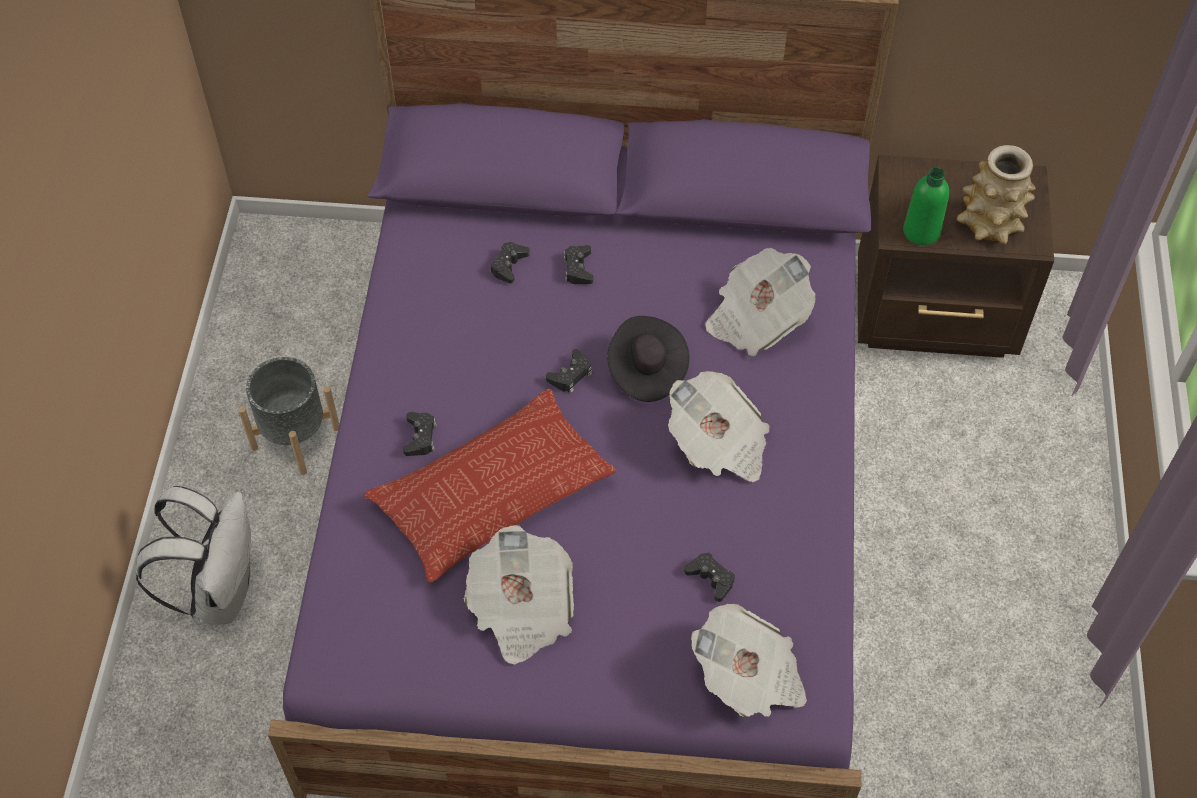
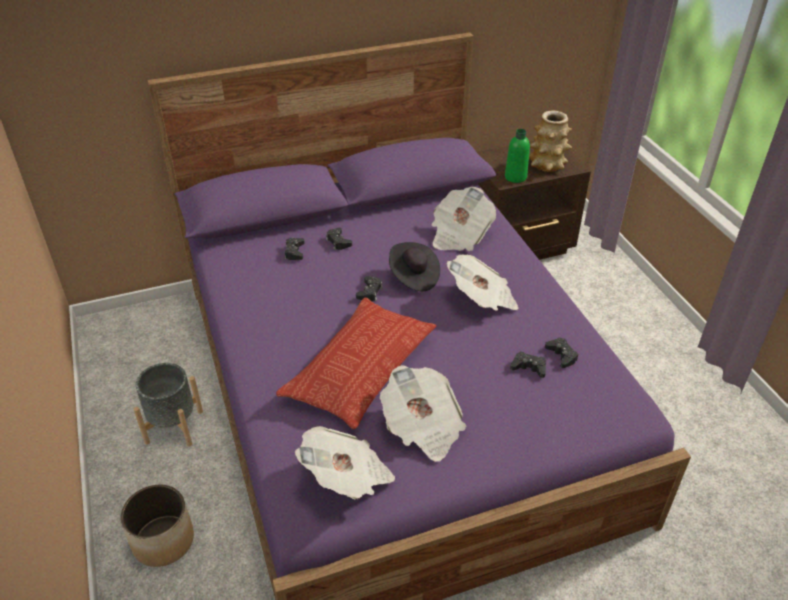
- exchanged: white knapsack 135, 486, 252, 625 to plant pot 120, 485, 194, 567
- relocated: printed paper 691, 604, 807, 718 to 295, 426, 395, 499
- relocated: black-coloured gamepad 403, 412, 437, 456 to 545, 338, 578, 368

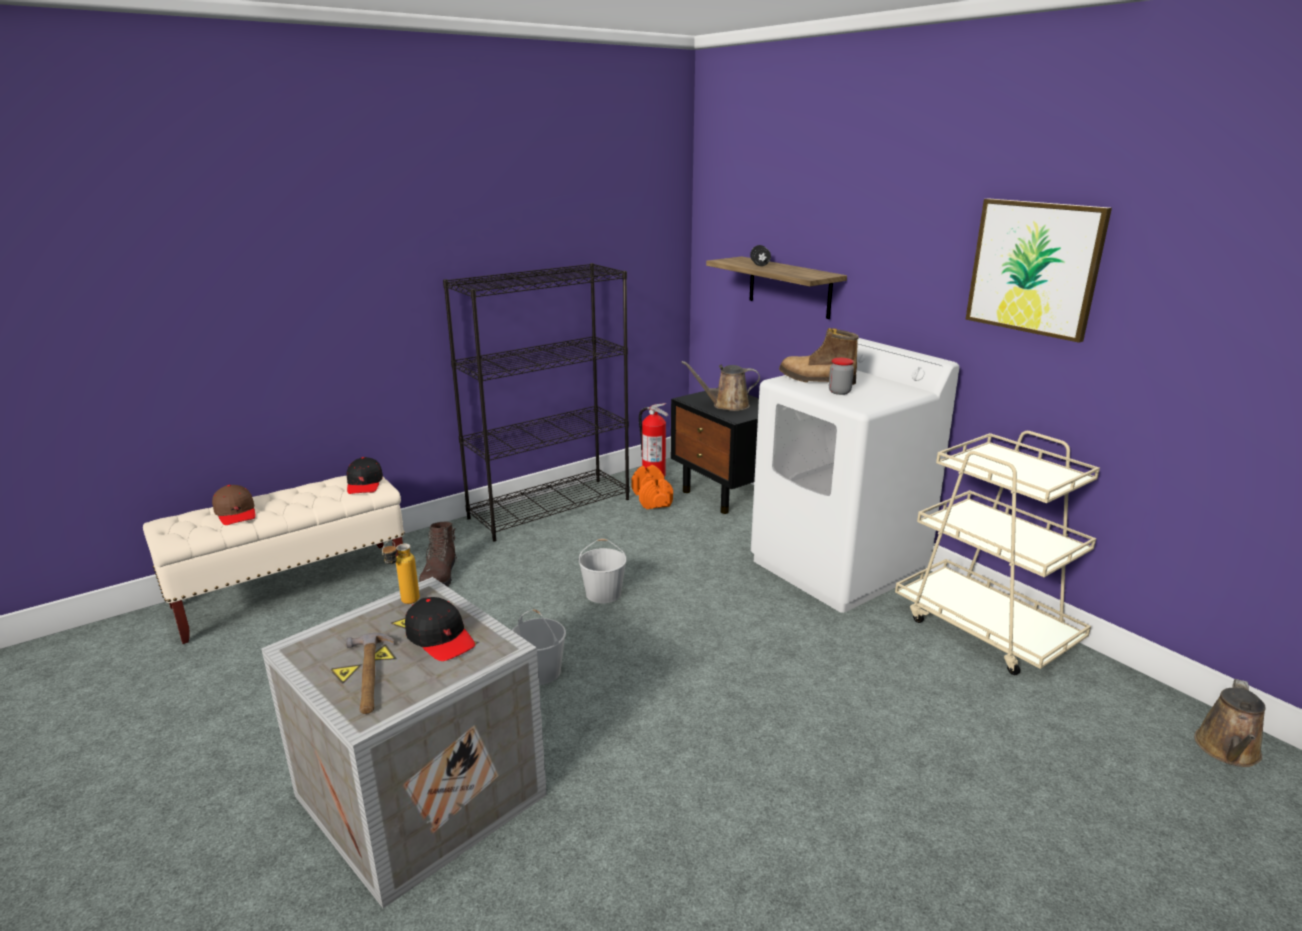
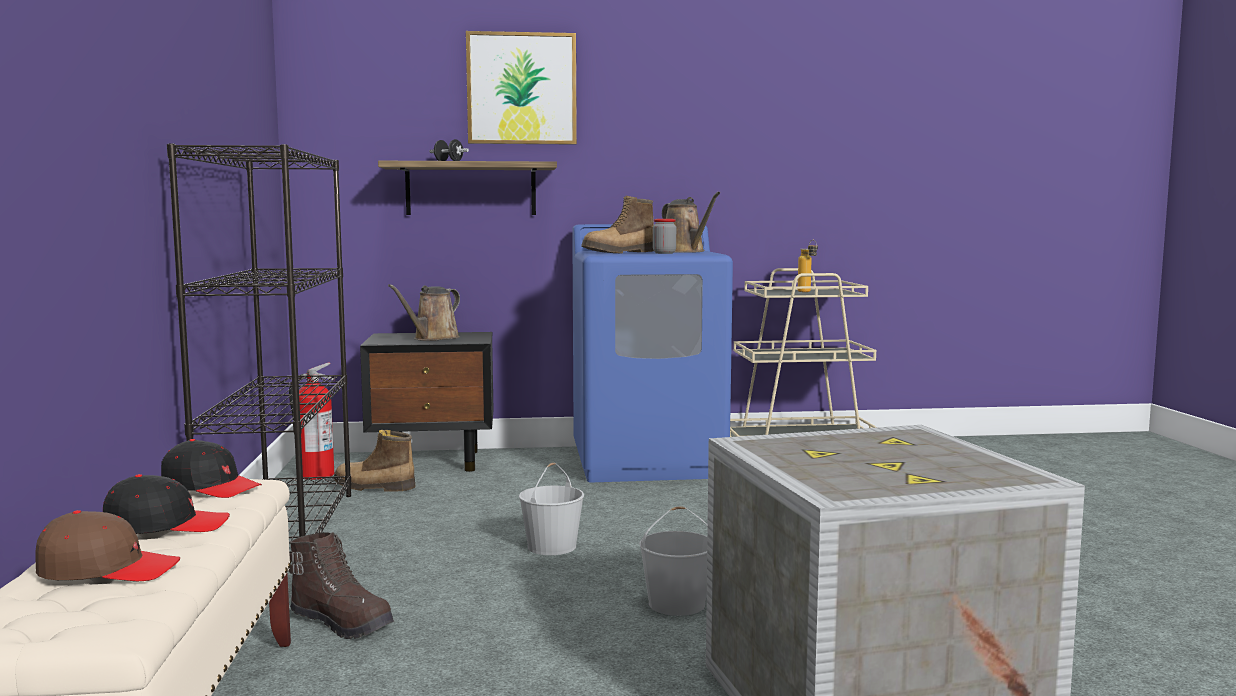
- relocated: black-coloured cap 405, 597, 475, 661 to 103, 474, 230, 534
- exchanged: orangey hand weight 631, 465, 673, 509 to tall boot 333, 430, 416, 492
- relocated: wall picture 965, 198, 1112, 343 to 466, 31, 577, 144
- colour: white laundry appliance 751, 338, 959, 613 to blue-coloured laundry appliance 572, 224, 733, 482
- relocated: brown-coloured sprinkling can 1194, 679, 1266, 767 to 662, 191, 720, 253
- relocated: drink bottle 382, 541, 420, 604 to 798, 240, 818, 292
- missing: tool hammer 346, 633, 394, 714

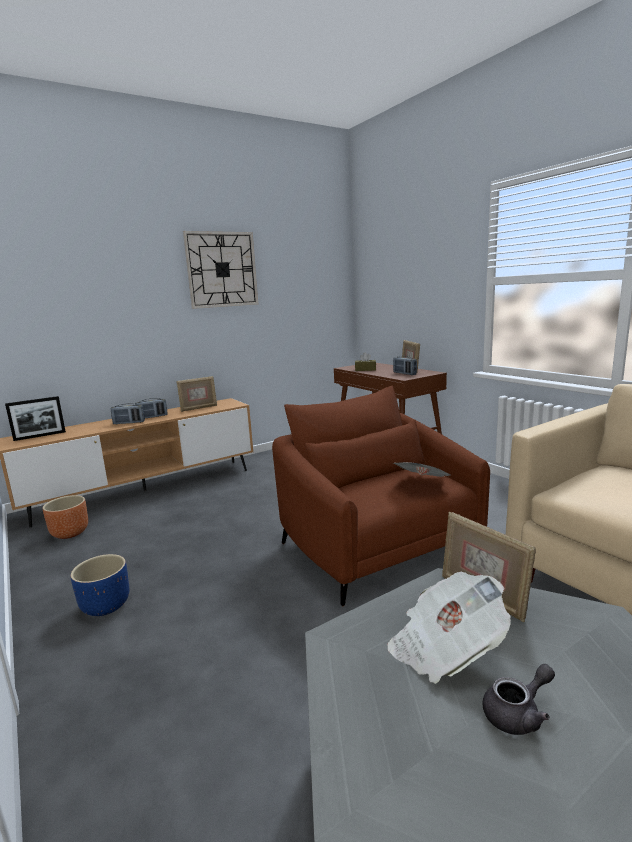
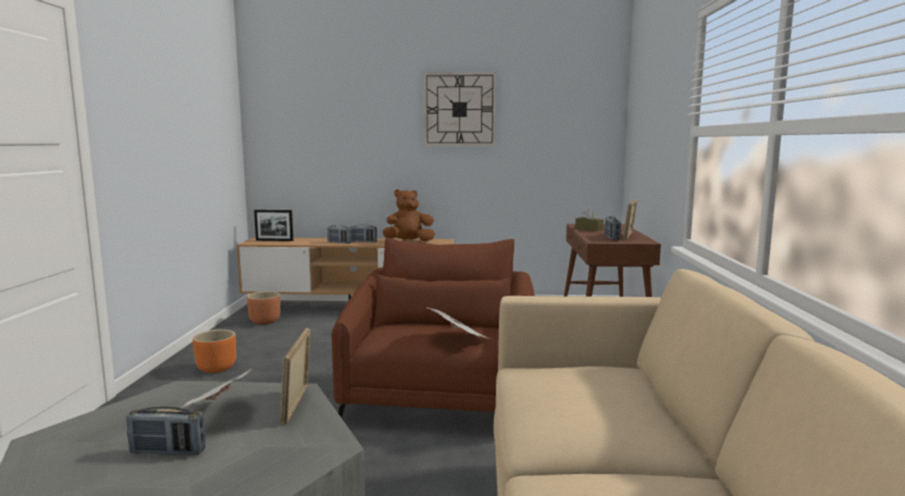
- exchanged: gray pot for tea 483, 664, 555, 735 to radio 126, 406, 206, 456
- colour: blue-coloured plant pot 71, 554, 129, 616 to orangey plant pot 193, 329, 236, 373
- exchanged: photo frame 177, 376, 217, 412 to brown-coloured plush toy 383, 189, 435, 241

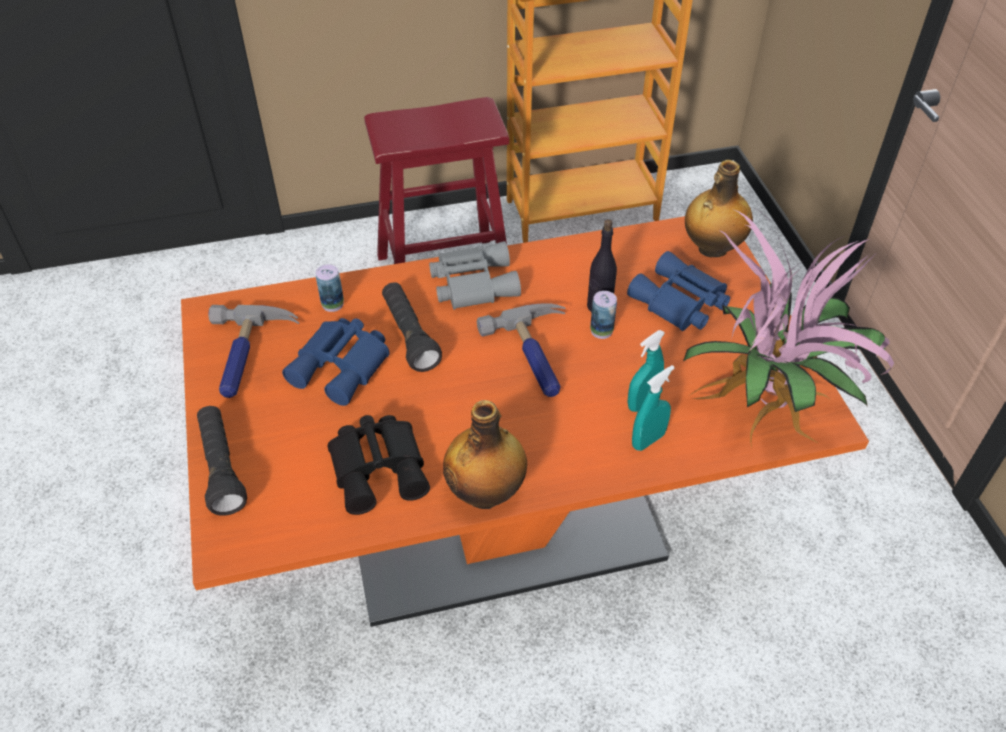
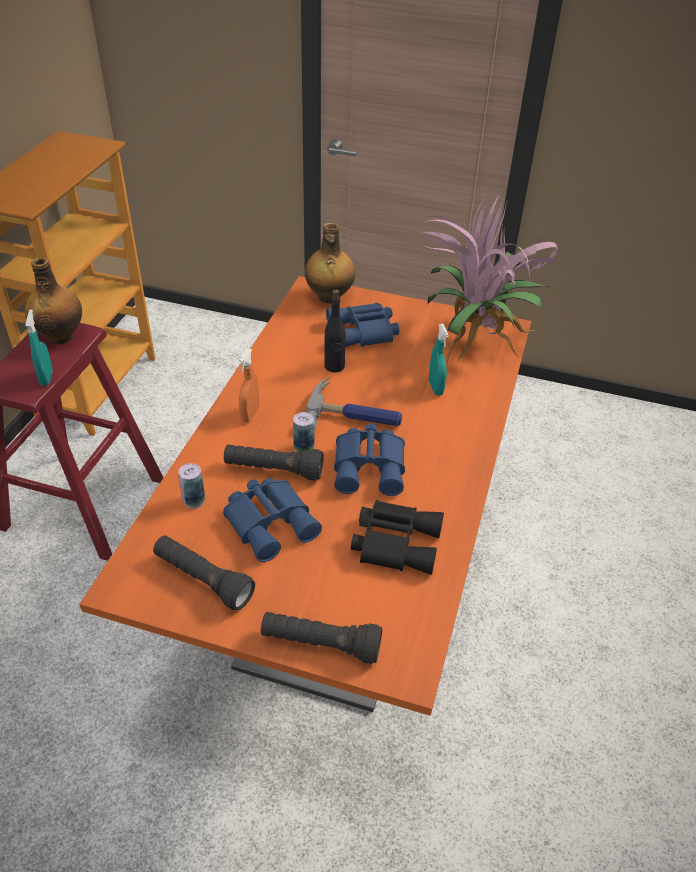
- relocated: drink bottle 443, 400, 527, 509 to 25, 257, 82, 344
- relocated: blue-green hand sprayer 632, 365, 675, 451 to 26, 309, 53, 386
- exchanged: tool hammer 208, 305, 299, 398 to black-coloured flashlight 153, 535, 255, 610
- exchanged: gray pair of binoculars 429, 241, 521, 310 to orangey hand sprayer 239, 348, 259, 422
- relocated: sealed can 590, 291, 617, 339 to 293, 412, 315, 453
- appeared: blue-coloured pair of binoculars 334, 424, 405, 496

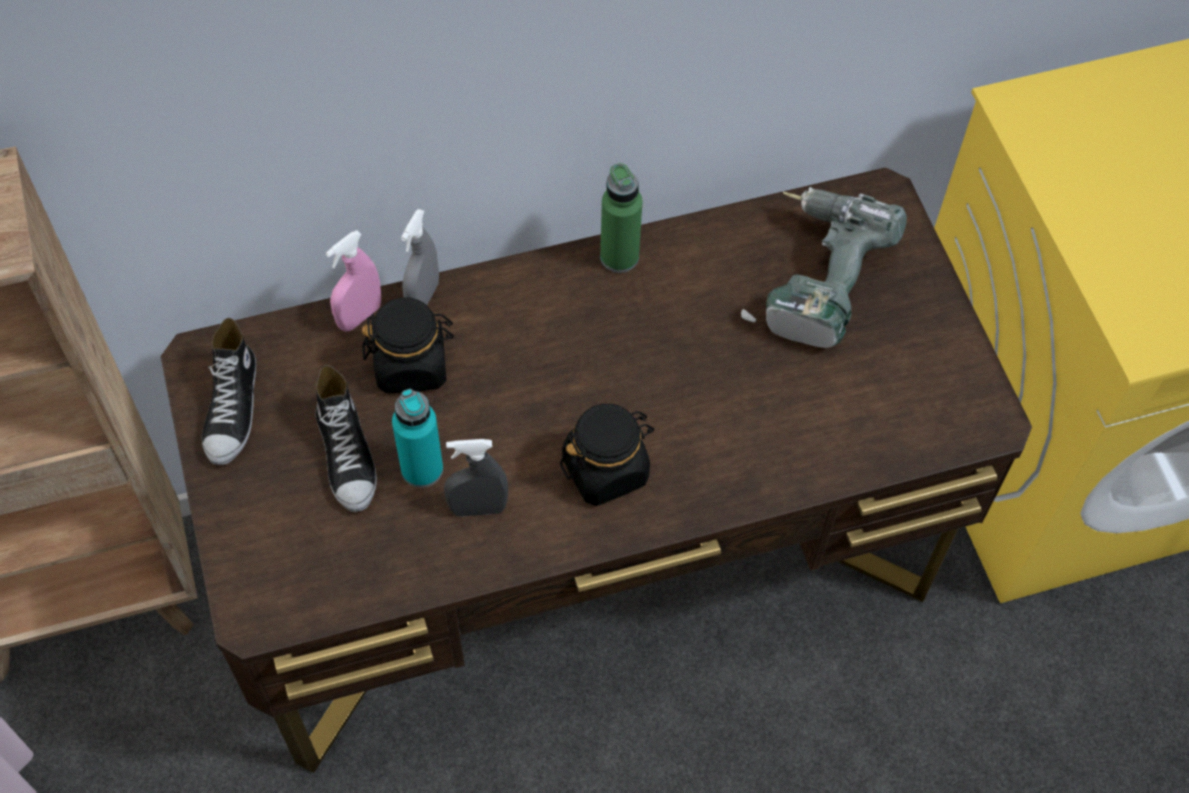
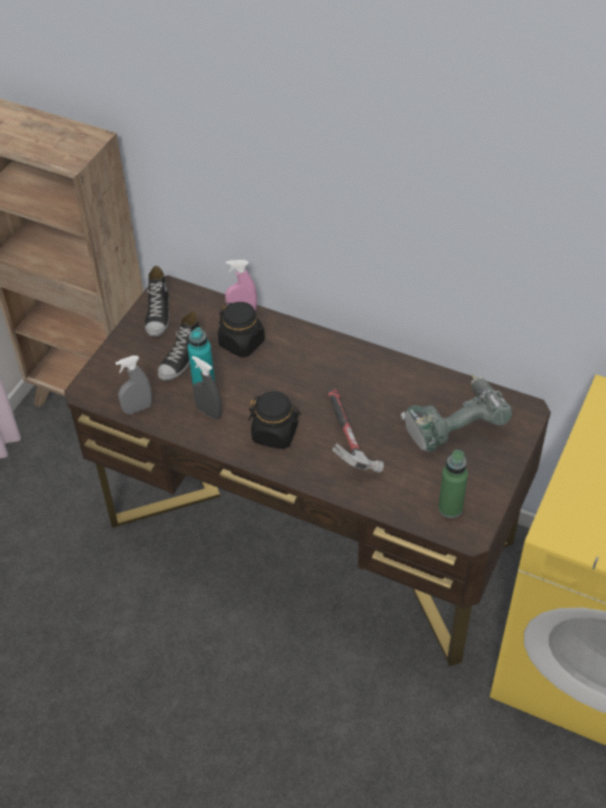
- relocated: gray hand sprayer 401, 209, 439, 305 to 115, 356, 152, 414
- spun: low shoe 202, 318, 256, 465 = 144, 266, 169, 337 45 degrees counterclockwise
- appeared: tool hammer 327, 388, 384, 473
- relocated: green drink bottle 600, 163, 643, 273 to 438, 450, 468, 518

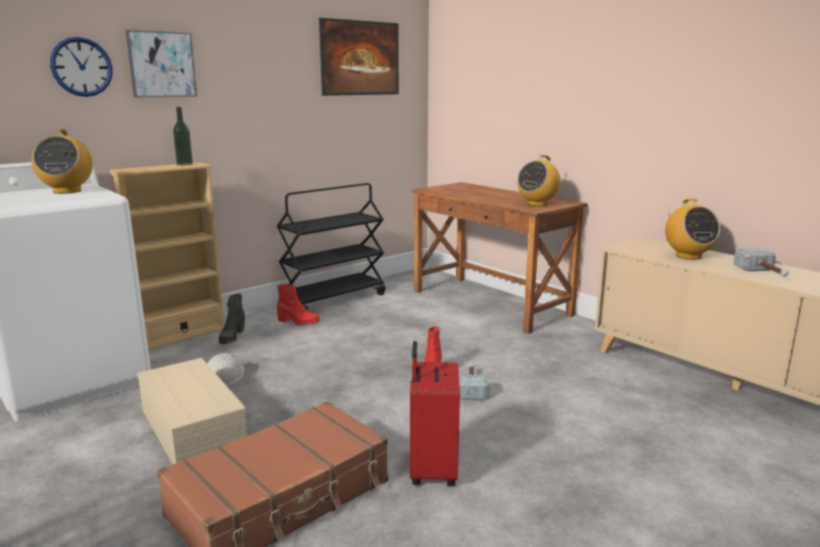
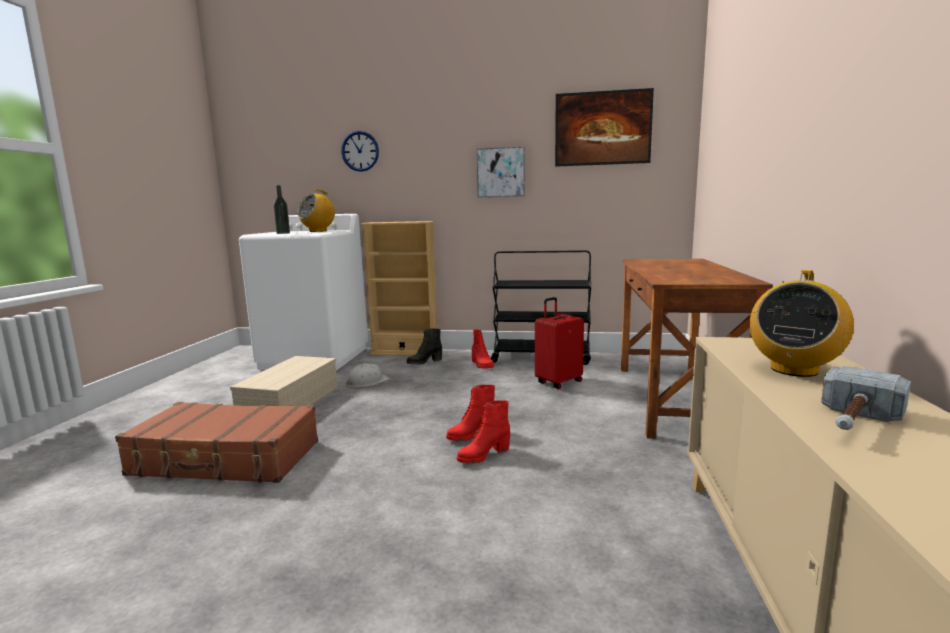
- relocated: drink bottle 173, 107, 193, 166 to 274, 185, 290, 234
- exchanged: tool hammer 459, 364, 489, 400 to reddish tall boot 457, 400, 510, 463
- relocated: wall picture 126, 30, 197, 97 to 477, 147, 525, 198
- relocated: reddish suitcase 410, 341, 460, 486 to 535, 297, 584, 389
- missing: radio 518, 155, 561, 206

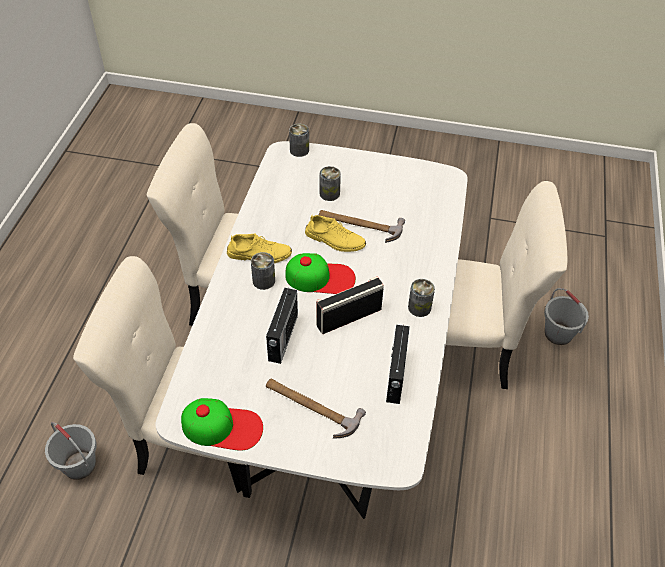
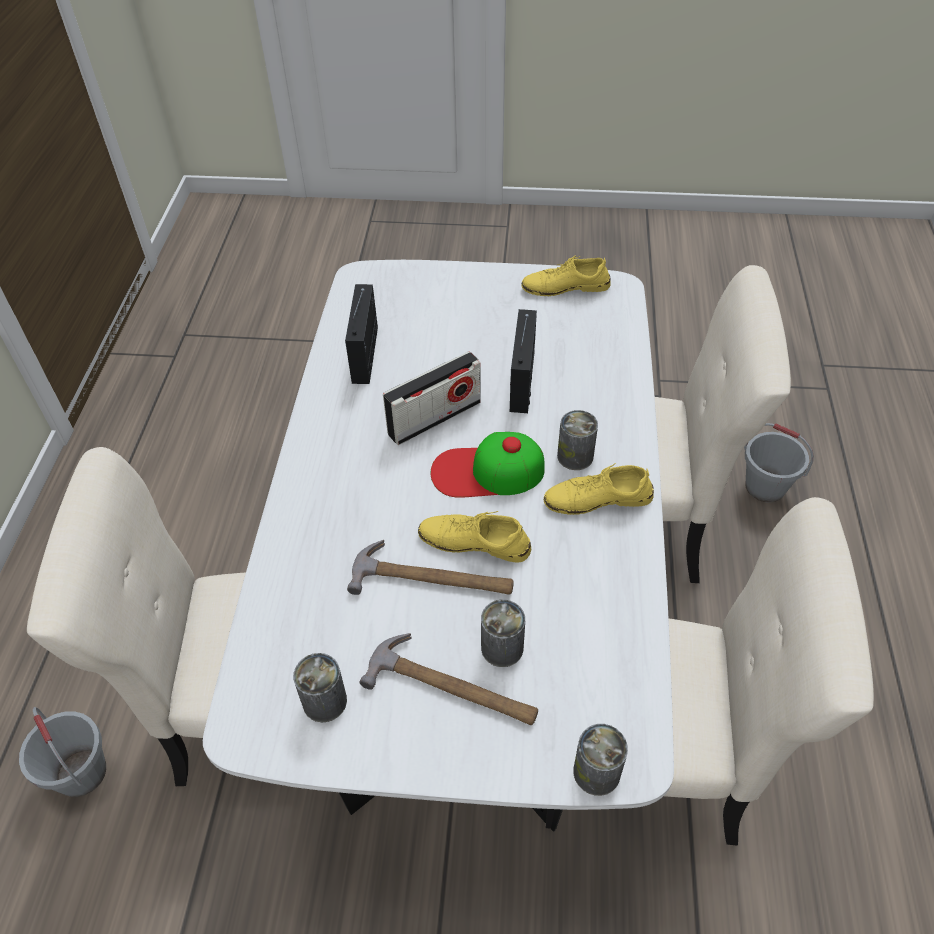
- relocated: sealed can 408, 279, 435, 317 to 293, 653, 347, 722
- relocated: tool hammer 266, 379, 366, 439 to 360, 633, 538, 725
- exchanged: cap 181, 398, 263, 451 to yellow low shoe 521, 256, 611, 296

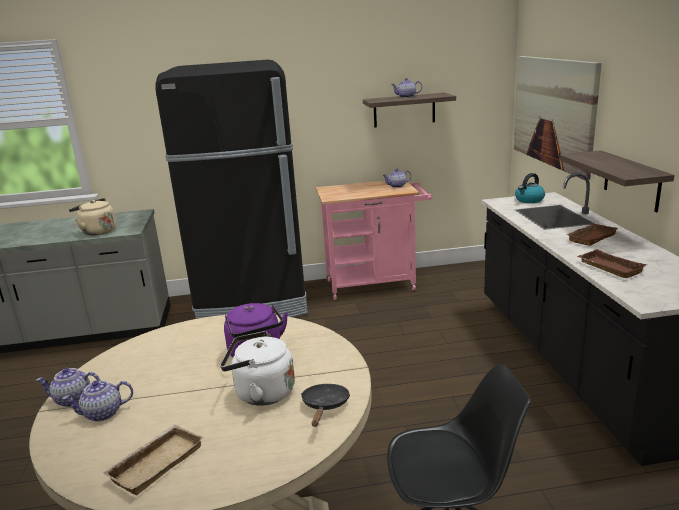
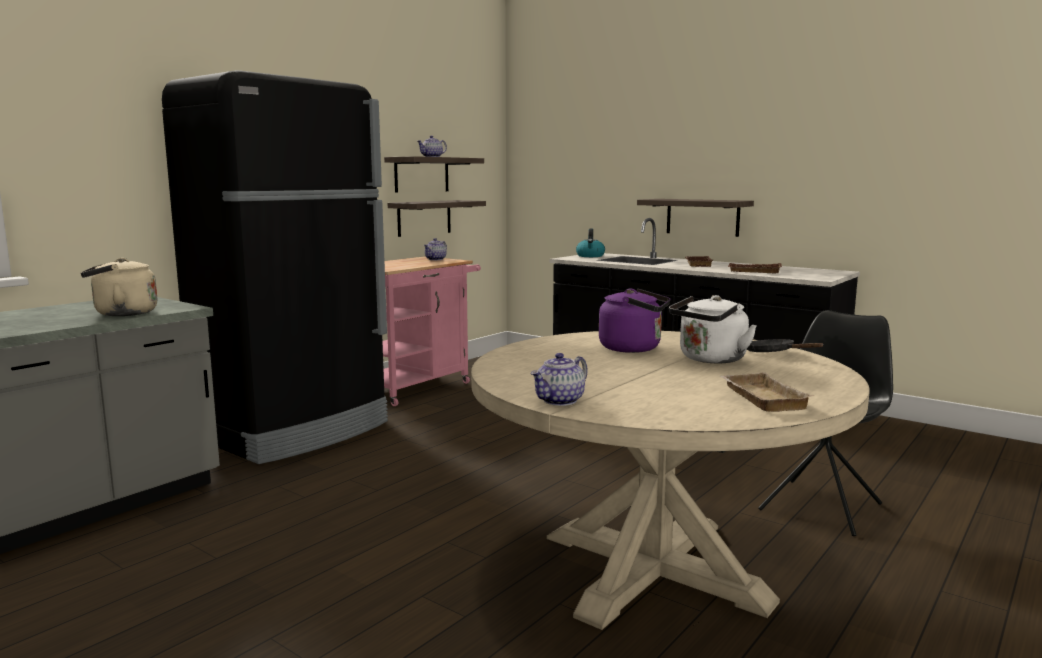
- appeared: shelf 388, 200, 486, 237
- missing: pot for tea 62, 380, 133, 422
- missing: wall picture 514, 56, 602, 180

